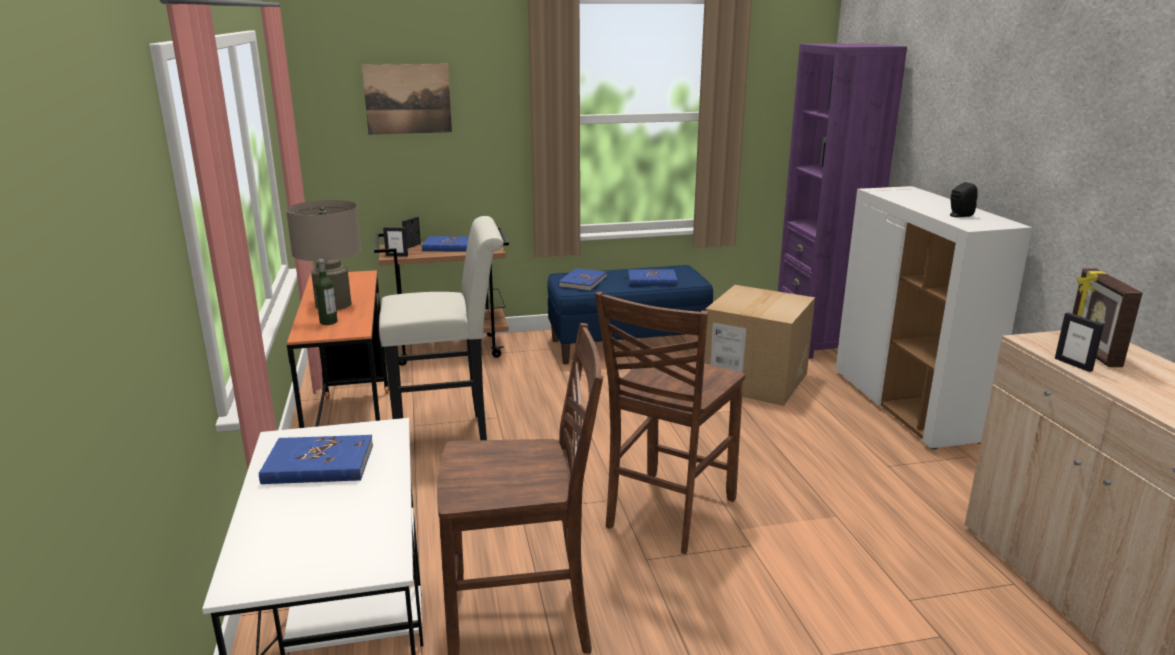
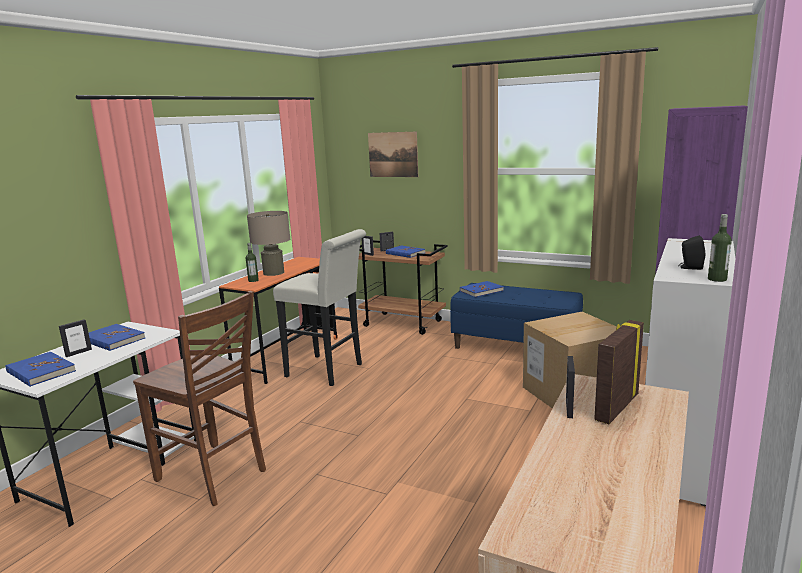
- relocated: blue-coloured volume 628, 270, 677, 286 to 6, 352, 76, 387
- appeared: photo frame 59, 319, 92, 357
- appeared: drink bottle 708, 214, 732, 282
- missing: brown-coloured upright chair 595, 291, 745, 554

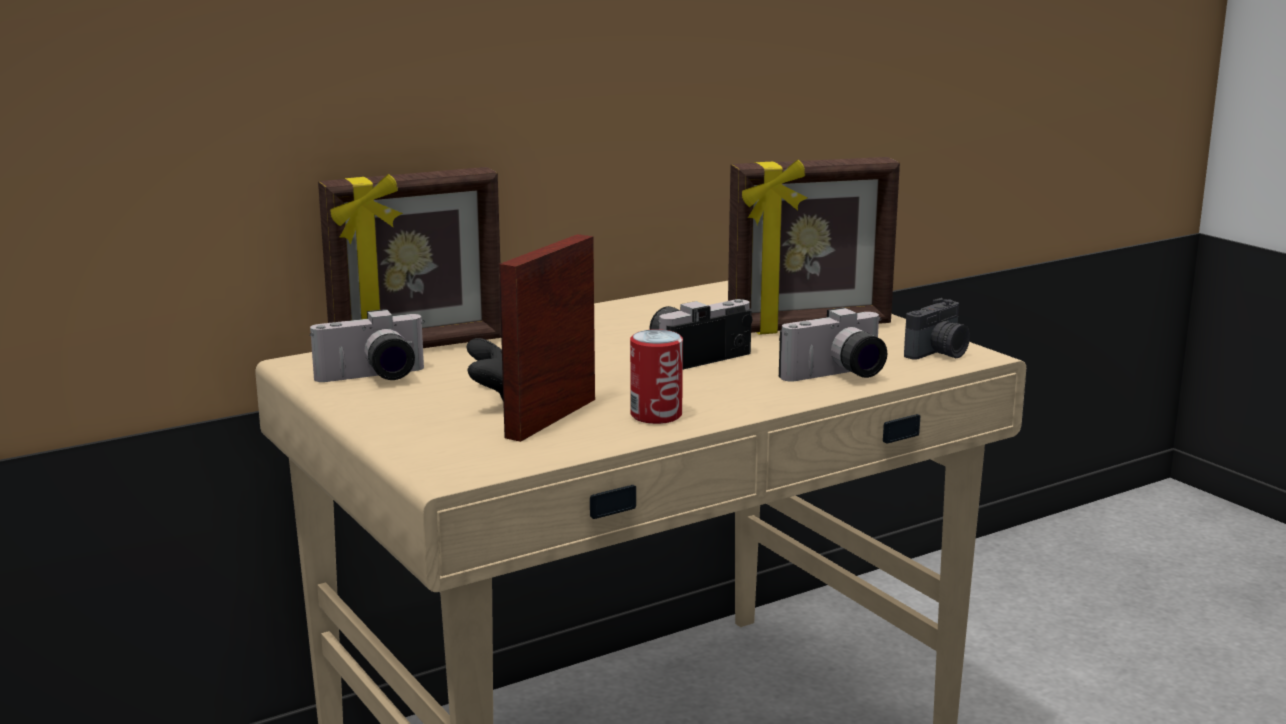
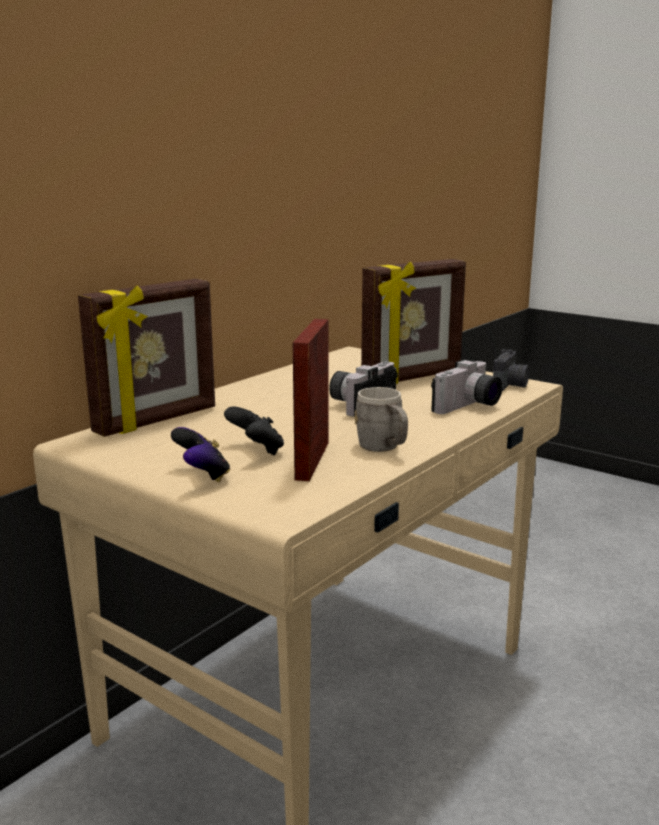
- appeared: gamepad 171, 427, 230, 482
- exchanged: sealed can 630, 329, 683, 424 to gray mug 354, 387, 408, 452
- missing: still camera 310, 309, 425, 382

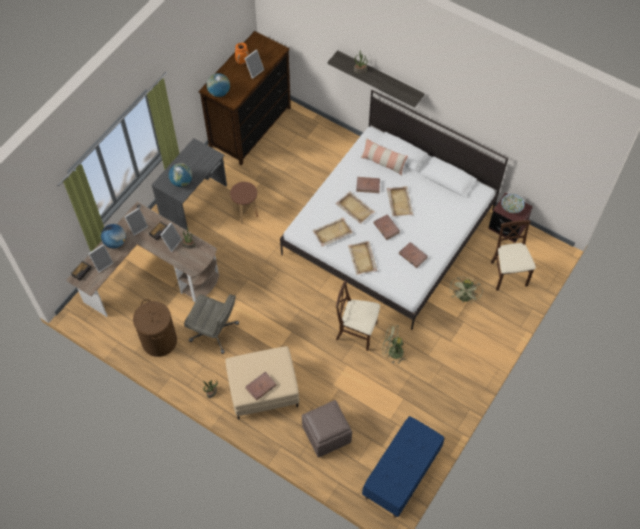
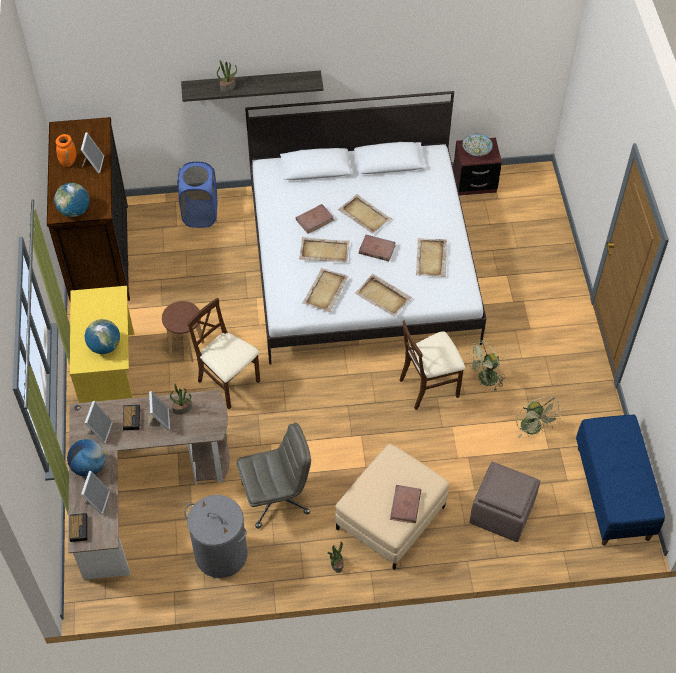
- colour: gray desk table 152, 138, 227, 230 to yellow desk table 70, 286, 134, 403
- appeared: blue-coloured washing basket 177, 162, 217, 228
- colour: brown-coloured washing basket 133, 299, 177, 357 to gray washing basket 184, 495, 248, 578
- relocated: beige-coloured upright chair 491, 220, 536, 291 to 187, 298, 260, 410
- exchanged: brown-coloured volume 399, 242, 428, 268 to beige-coloured tray 416, 238, 447, 277
- relocated: green cooling fan 450, 277, 483, 304 to 516, 397, 562, 438
- missing: cushion 360, 138, 408, 175

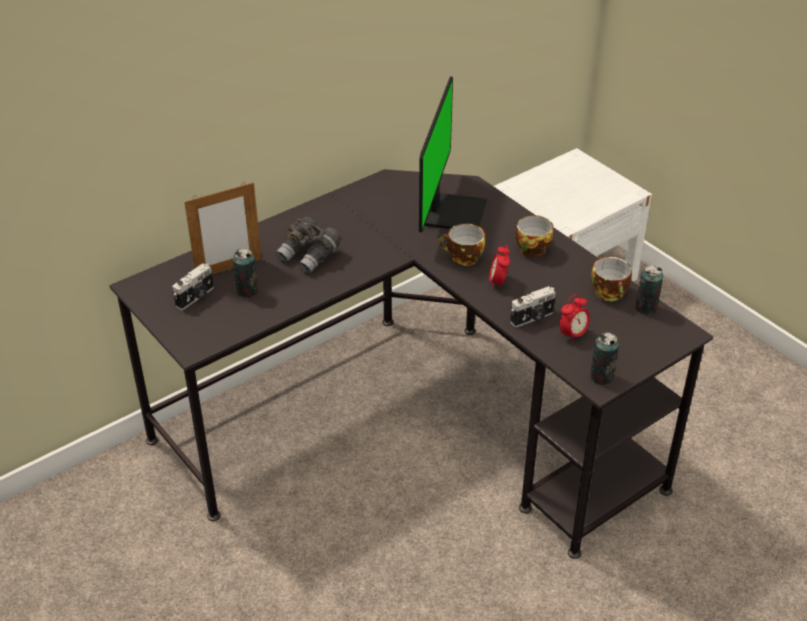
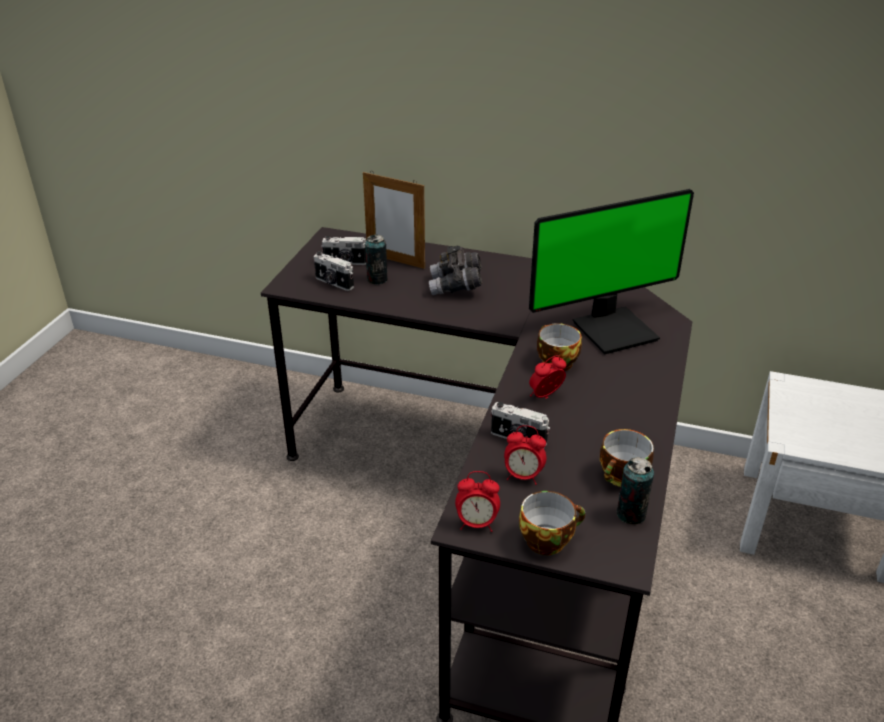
- appeared: still camera 314, 252, 354, 291
- exchanged: sealed can 590, 332, 619, 385 to alarm clock 455, 471, 500, 532
- relocated: small cup 515, 215, 554, 257 to 519, 491, 585, 555

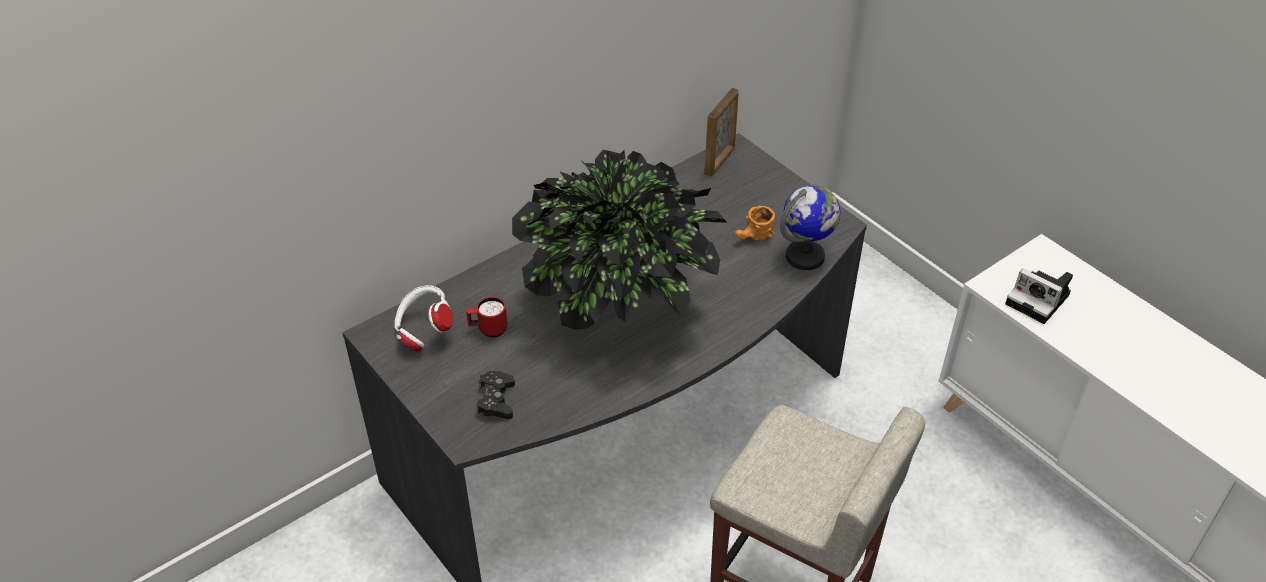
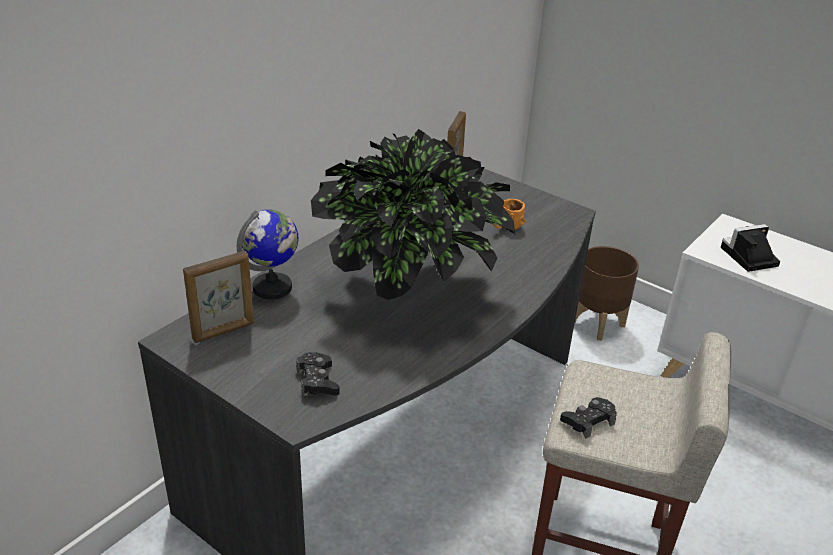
- exchanged: white pair of headphones 395, 285, 453, 352 to photo frame 183, 251, 254, 343
- relocated: globe 780, 185, 840, 270 to 237, 209, 298, 299
- appeared: black-coloured gamepad 560, 397, 617, 439
- appeared: brown-coloured plant pot 575, 246, 639, 341
- spun: still camera 1005, 269, 1073, 324 = 721, 224, 780, 272 135 degrees clockwise
- missing: reddish mug 466, 297, 507, 338

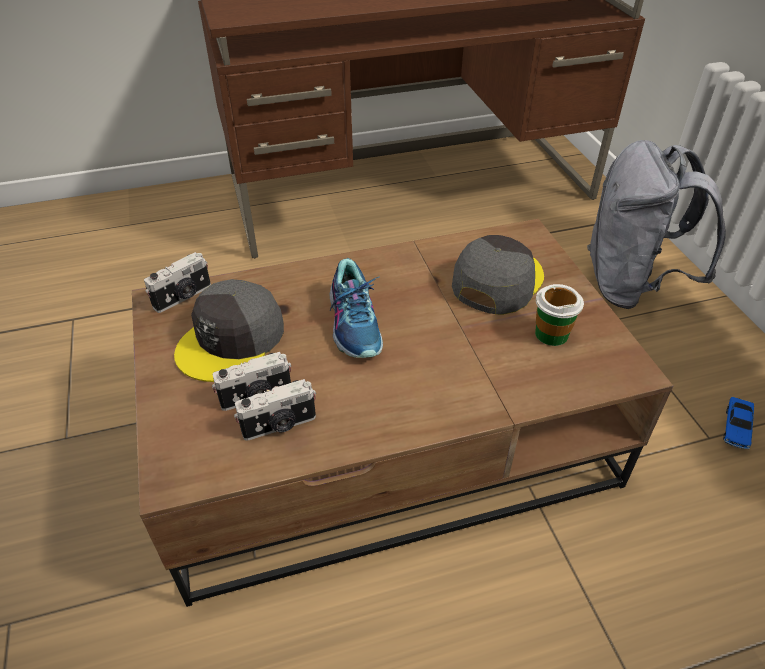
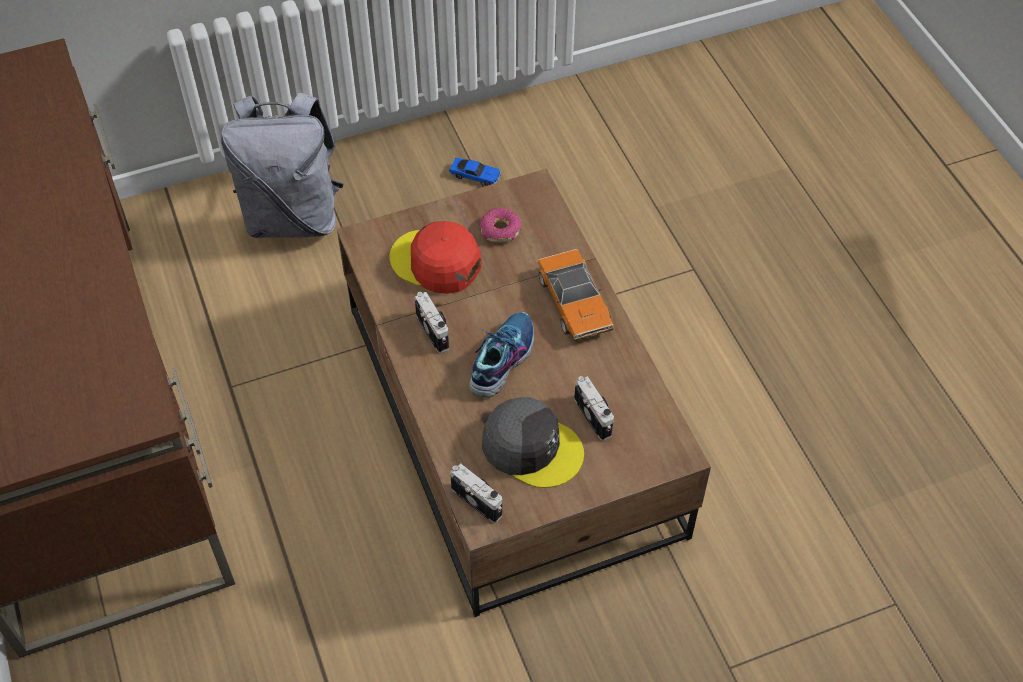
- colour: gray cap 452, 235, 544, 315 to reddish cap 390, 221, 482, 294
- relocated: still camera 234, 379, 316, 441 to 415, 292, 449, 353
- spun: low shoe 329, 258, 383, 358 = 470, 312, 534, 398 45 degrees counterclockwise
- exchanged: small cup 535, 284, 584, 346 to donut 480, 208, 521, 243
- appeared: toy car 537, 249, 613, 341

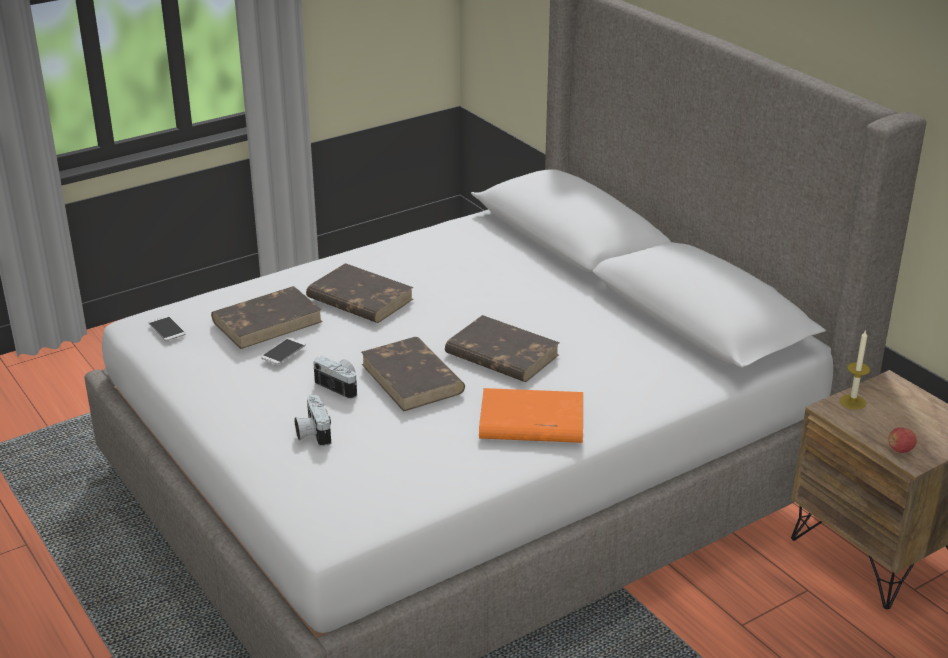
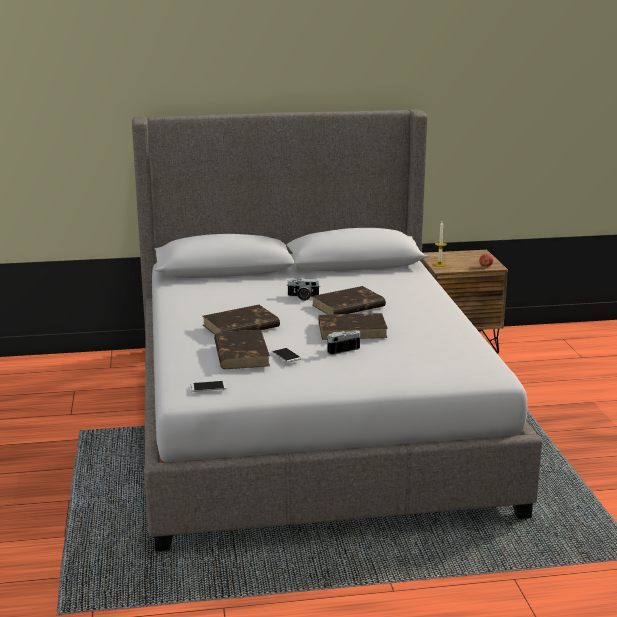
- relocated: still camera 295, 395, 331, 447 to 286, 279, 319, 301
- missing: orangey volume 479, 388, 583, 443

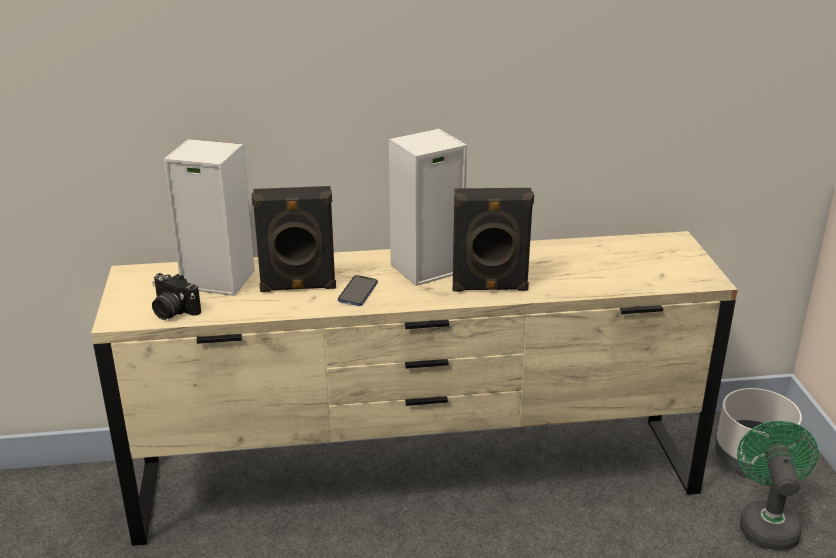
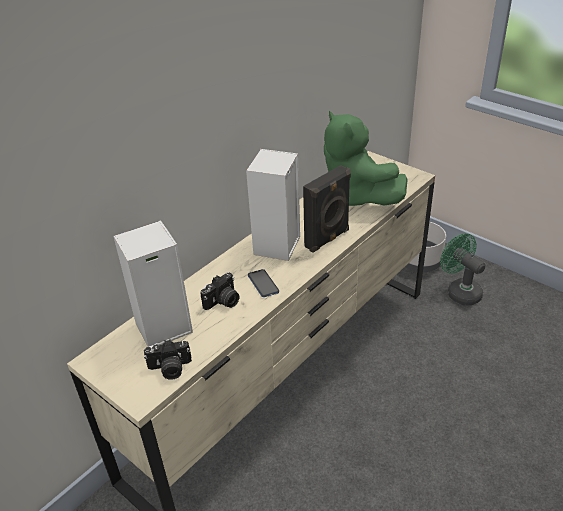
- exchanged: black-coloured loudspeaker 252, 186, 336, 292 to still camera 200, 273, 239, 310
- appeared: green plush toy 324, 111, 408, 206

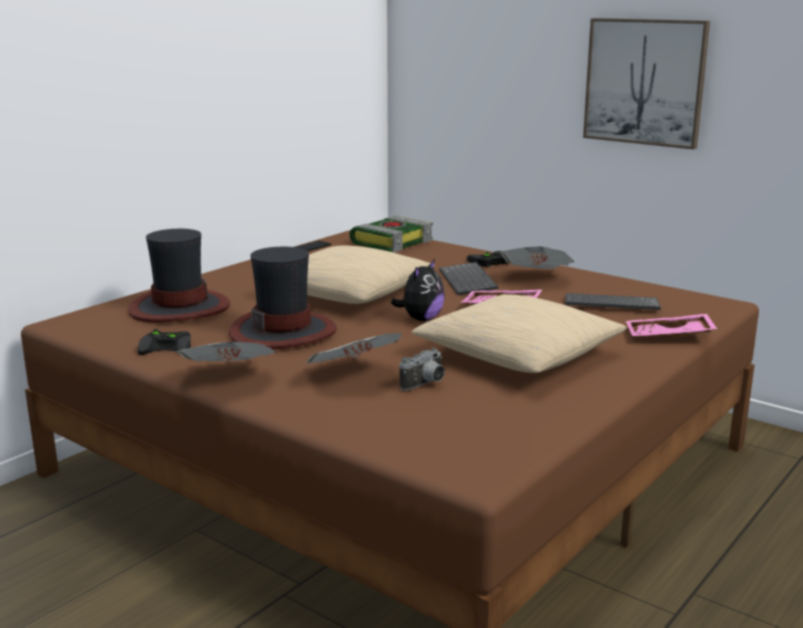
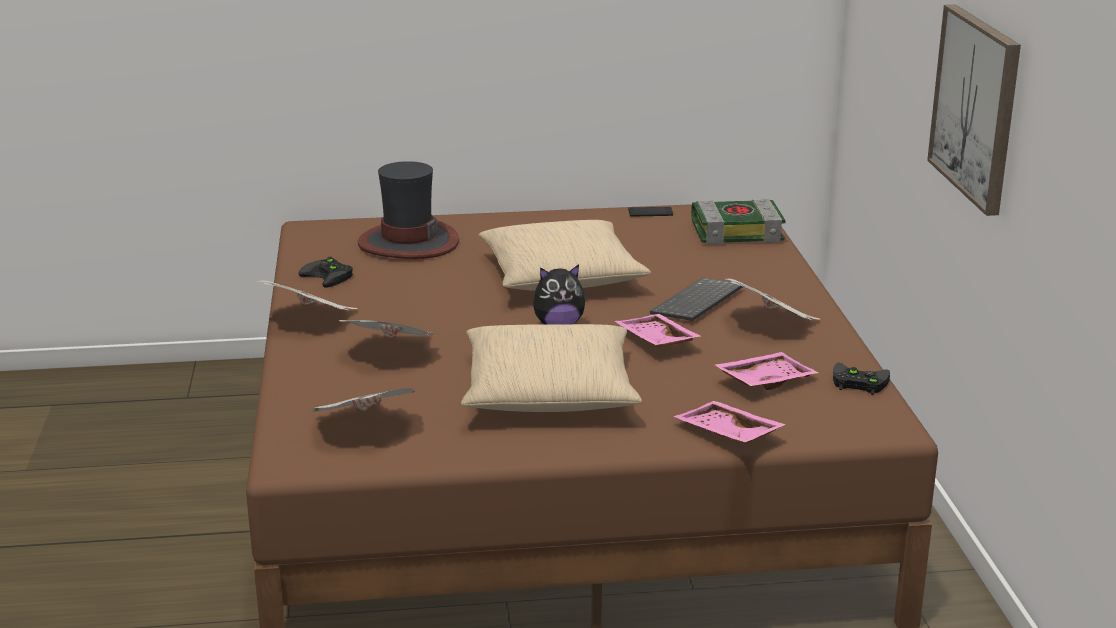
- appeared: printed paper 312, 388, 416, 412
- exchanged: PC keyboard 565, 293, 661, 310 to pink-coloured tray 715, 352, 818, 390
- relocated: black-coloured gamepad 467, 251, 508, 267 to 833, 363, 890, 395
- missing: wearable hat 229, 247, 337, 350
- missing: still camera 399, 348, 445, 391

